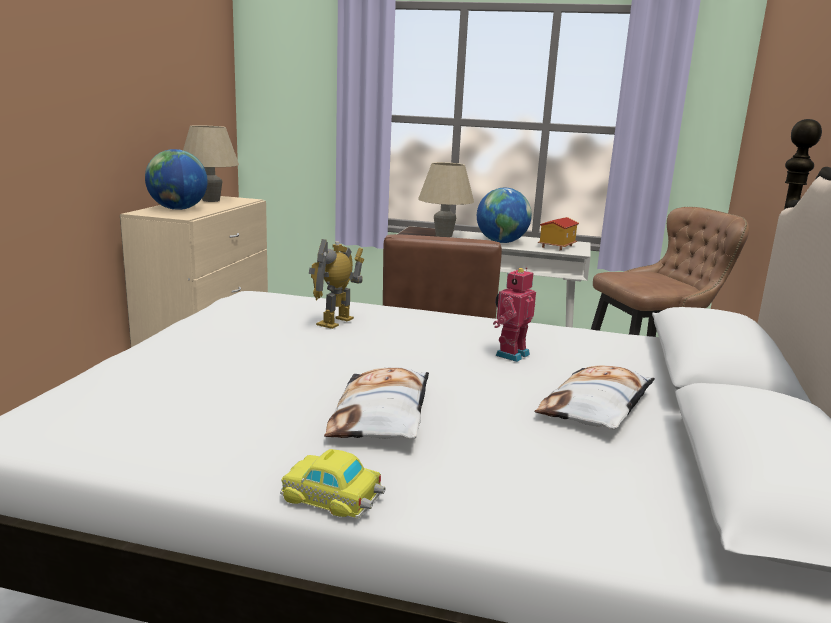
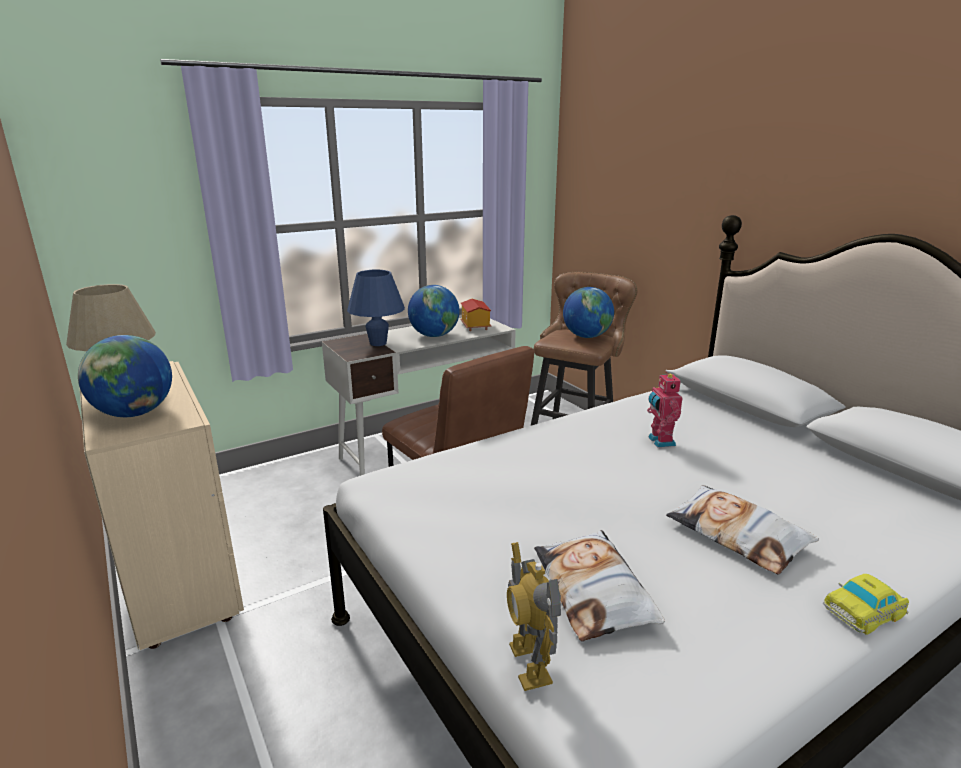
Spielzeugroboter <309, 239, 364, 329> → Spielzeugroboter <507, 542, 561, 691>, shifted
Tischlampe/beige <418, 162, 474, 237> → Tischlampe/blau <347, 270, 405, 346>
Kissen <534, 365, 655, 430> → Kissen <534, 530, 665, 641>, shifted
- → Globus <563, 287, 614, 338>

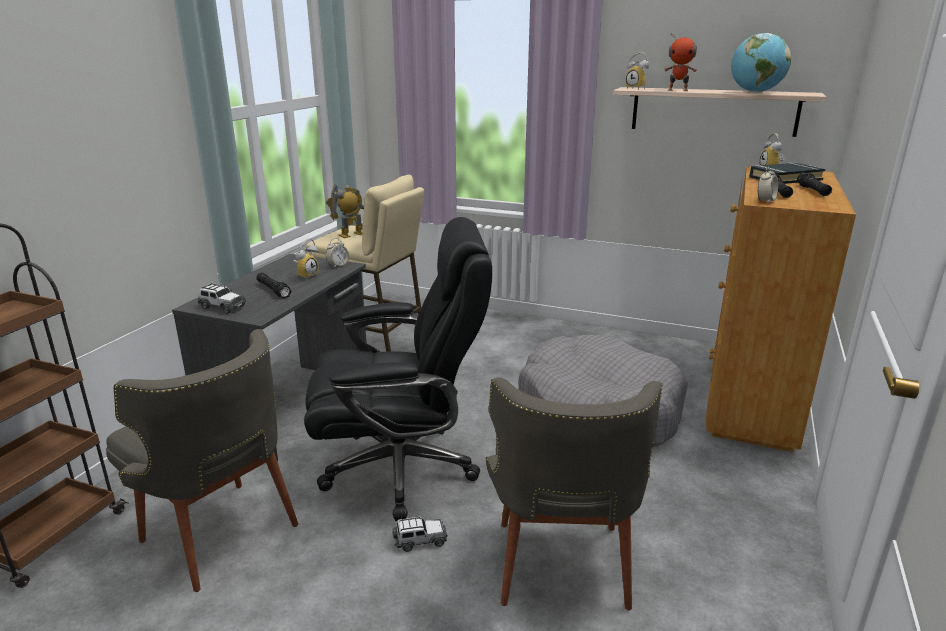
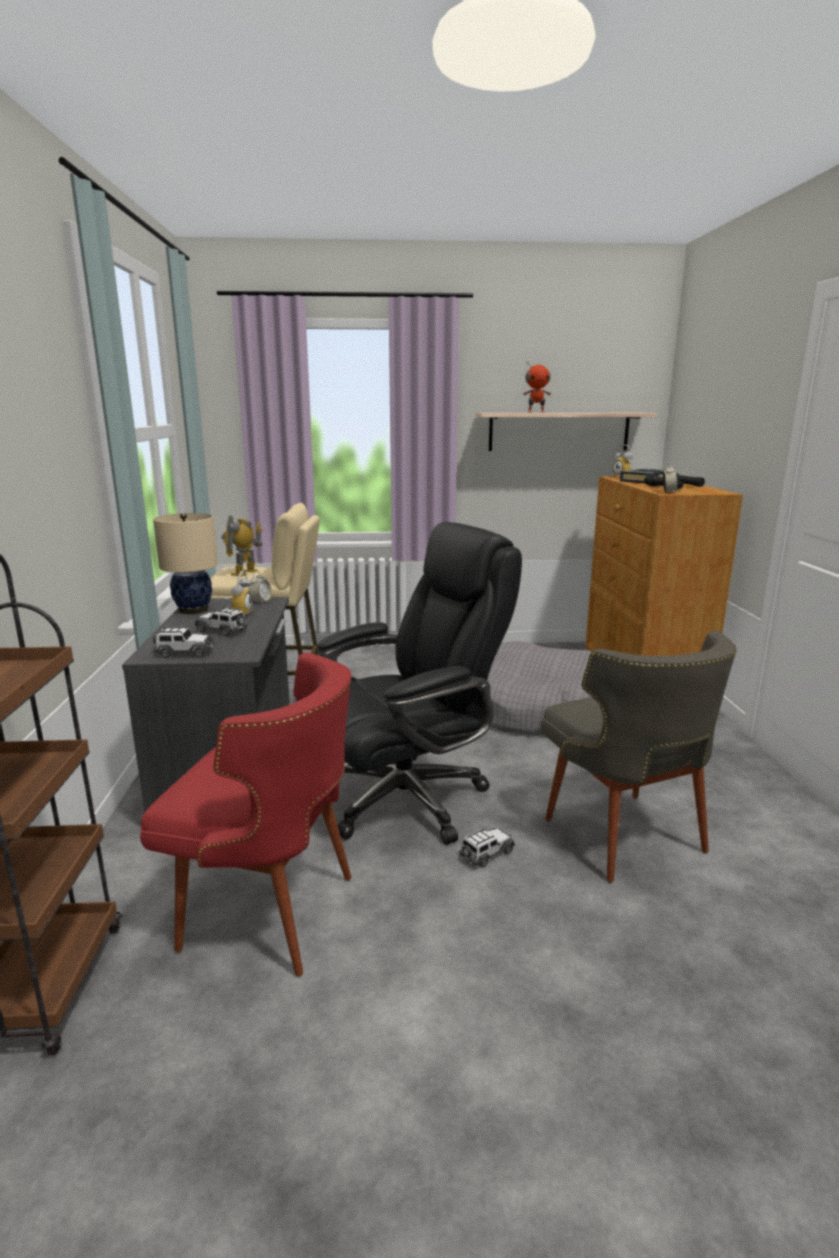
Stuhl/grau <106, 329, 298, 592> → Stuhl/rot <140, 652, 352, 977>
Taschenlampe/schwarz <256, 272, 292, 298> → Spielzeugauto <195, 607, 248, 636>
Wecker <626, 52, 649, 90> → -
Globus <731, 33, 791, 92> → -
- → Tischlampe/beige <153, 513, 218, 614>

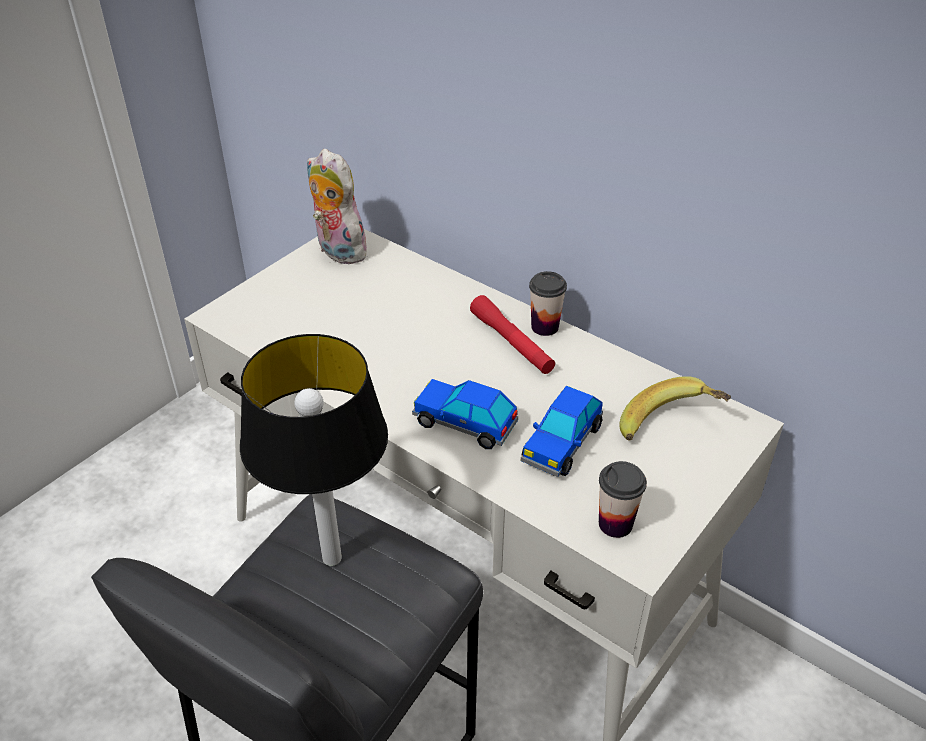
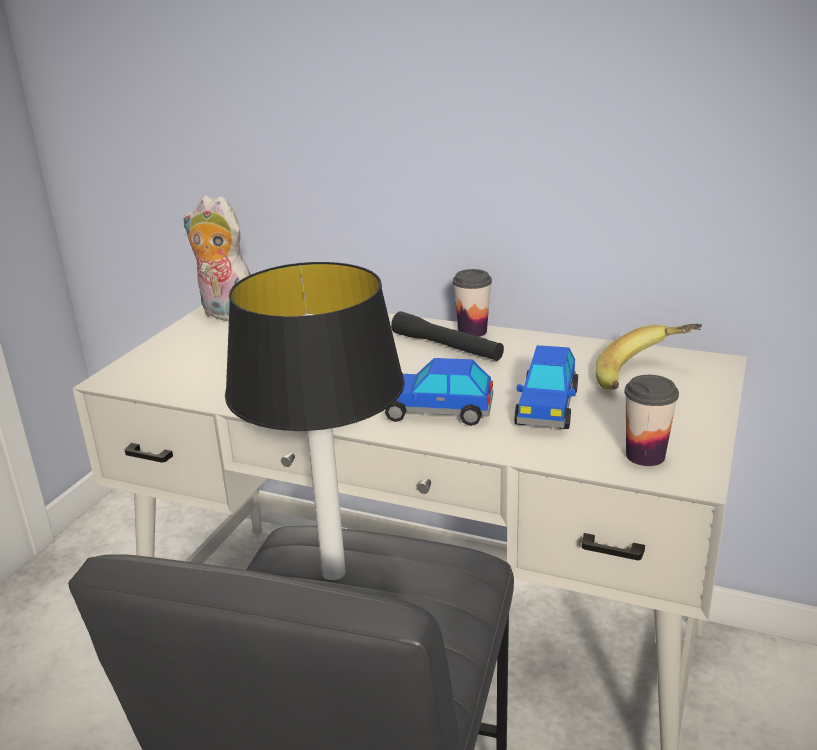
Taschenlampe/rot <470, 295, 555, 374> → Taschenlampe/schwarz <391, 311, 504, 361>

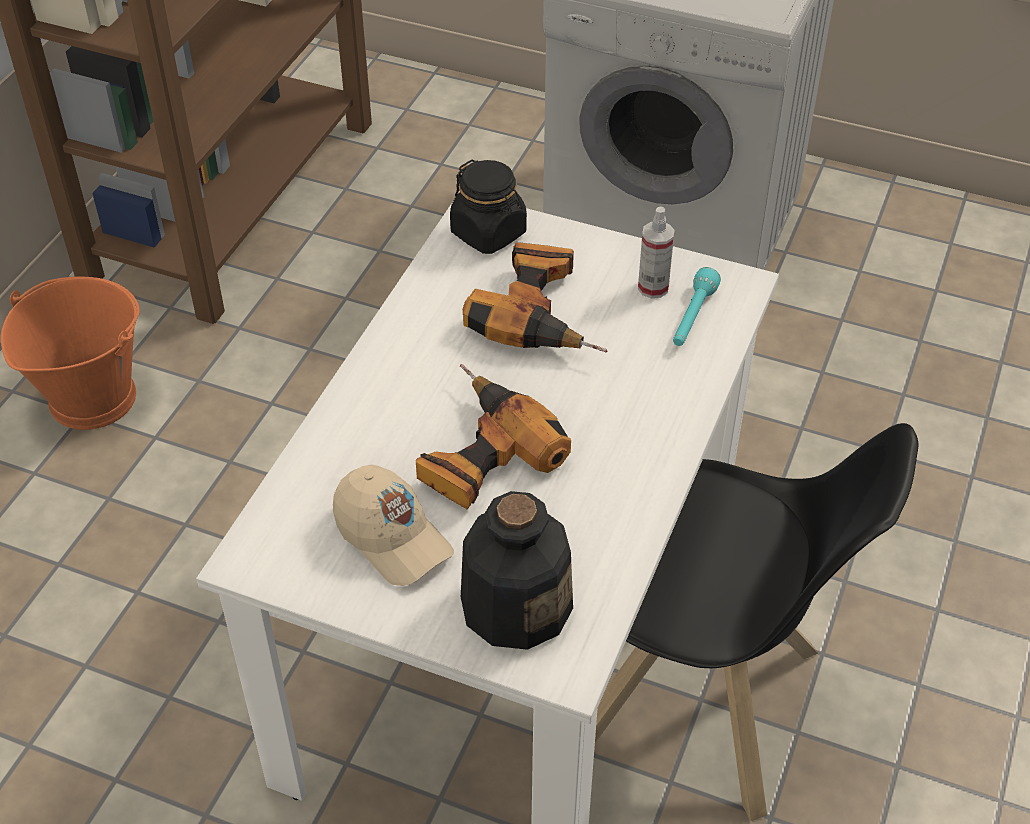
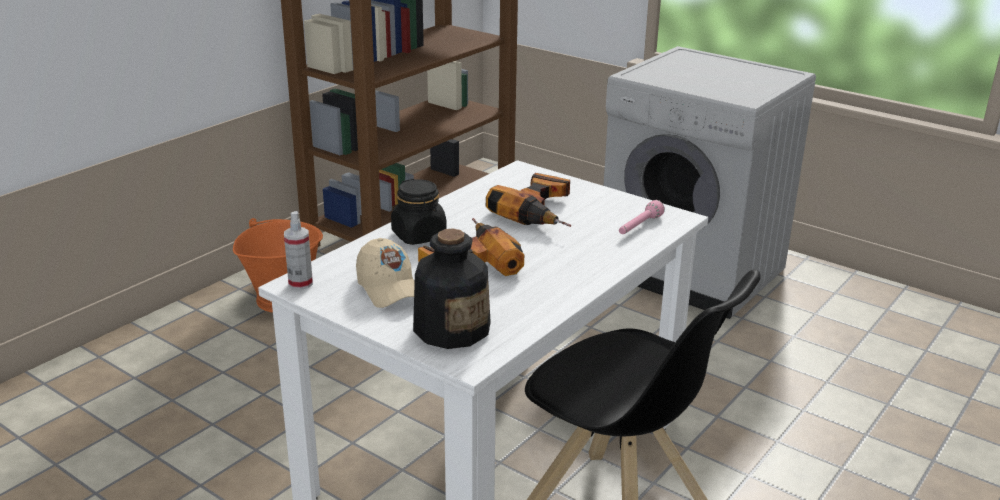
Vorratsglas/schwarz <450, 160, 527, 254> → Vorratsglas/schwarz <391, 179, 447, 245>, shifted
Sprühflasche <638, 206, 675, 298> → Sprühflasche <284, 211, 313, 290>, shifted
Taschenlampe/türkis <673, 267, 721, 346> → Taschenlampe/rosa <619, 200, 665, 234>

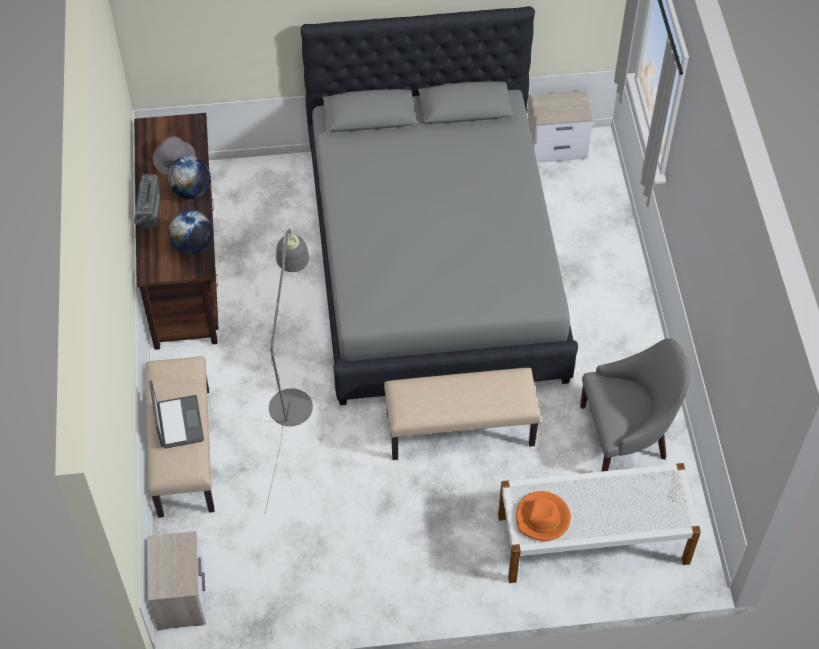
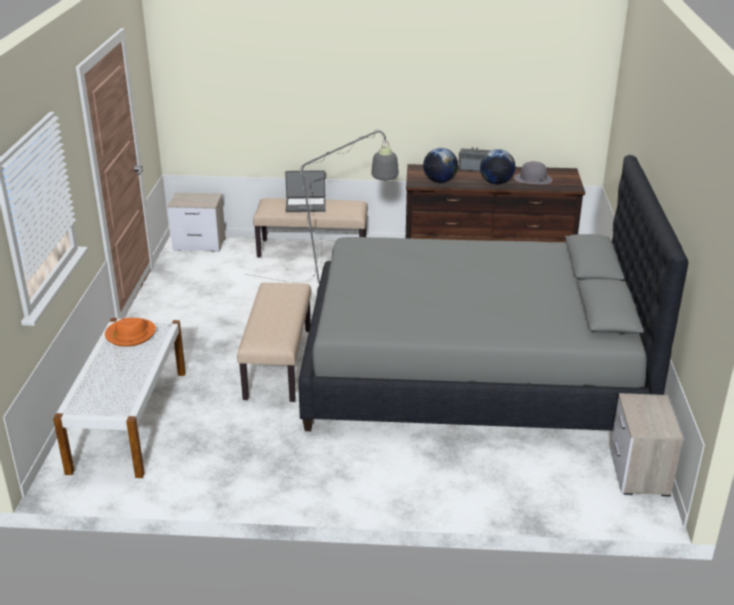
Sessel/grau <580, 339, 690, 472> → -

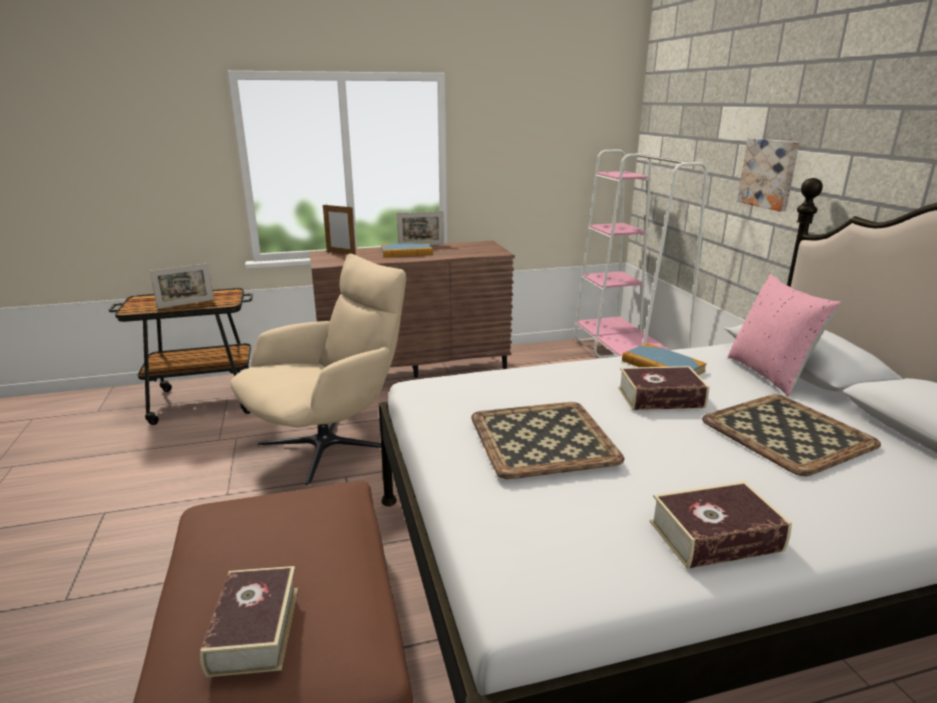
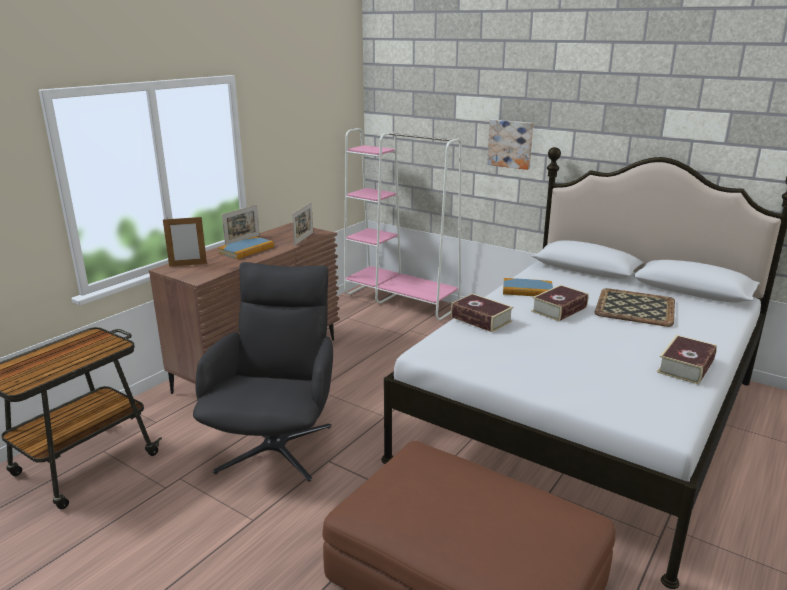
Bilderrahmen <150, 263, 214, 309> → Bilderrahmen <292, 203, 313, 246>, shifted
Buch <200, 566, 298, 677> → Buch <451, 293, 513, 332>, shifted
Sessel/beige <230, 254, 406, 486> → Sessel/schwarz <193, 262, 333, 481>
Tablett <471, 402, 624, 479> → -
Kissen/rosa <728, 274, 841, 396> → -

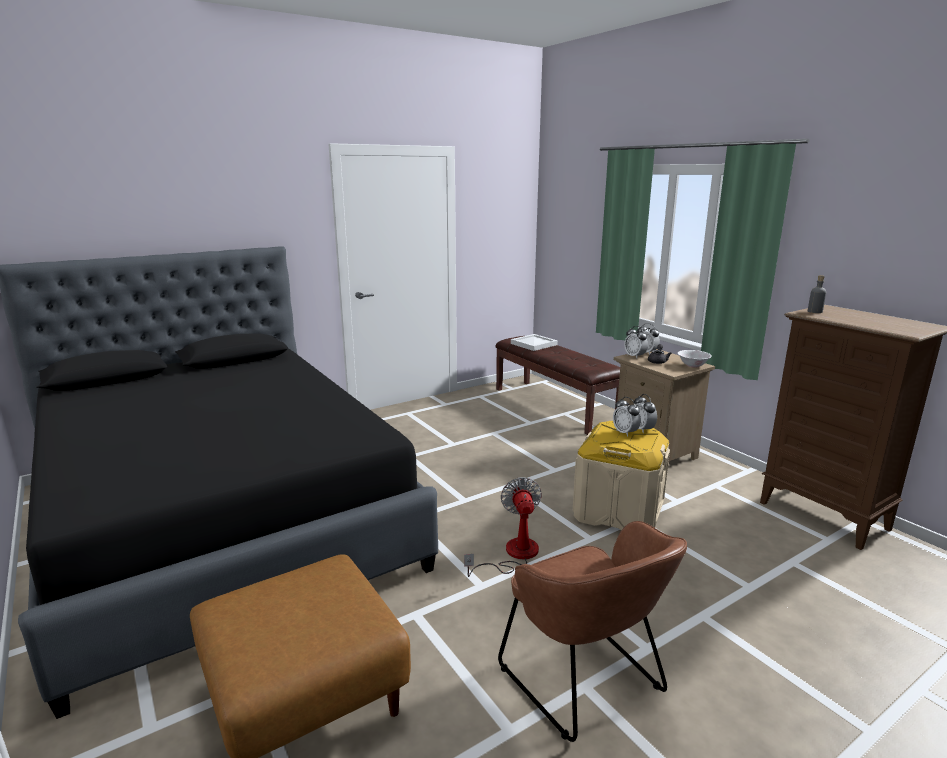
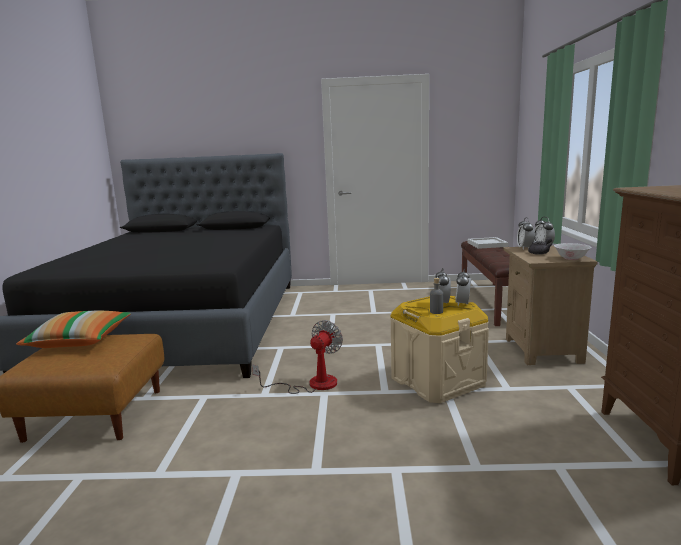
Sessel/braun <498, 521, 687, 742> → -
Flasche/grau <808, 275, 826, 313> → Flasche/grau <430, 278, 443, 314>, shifted
- → Kissen <16, 311, 131, 348>

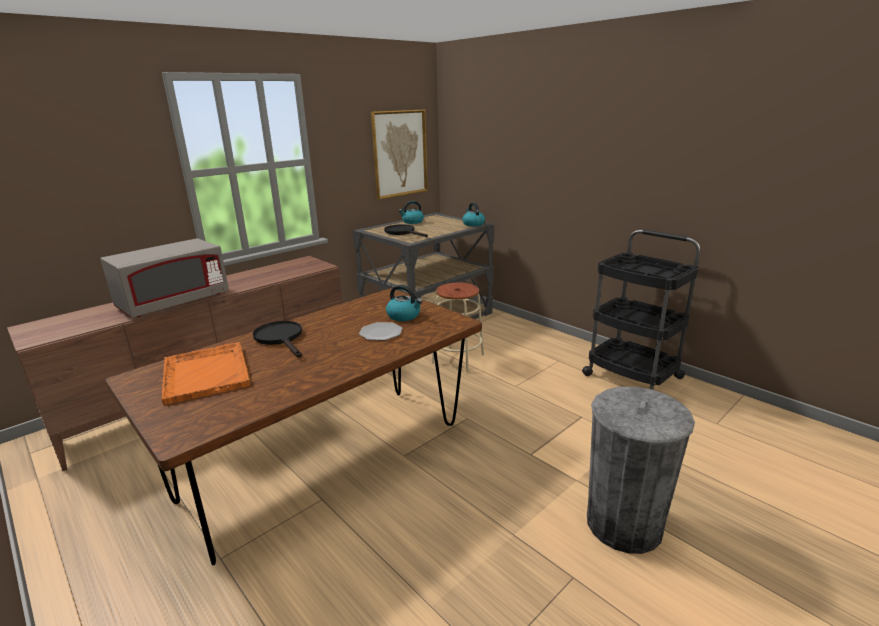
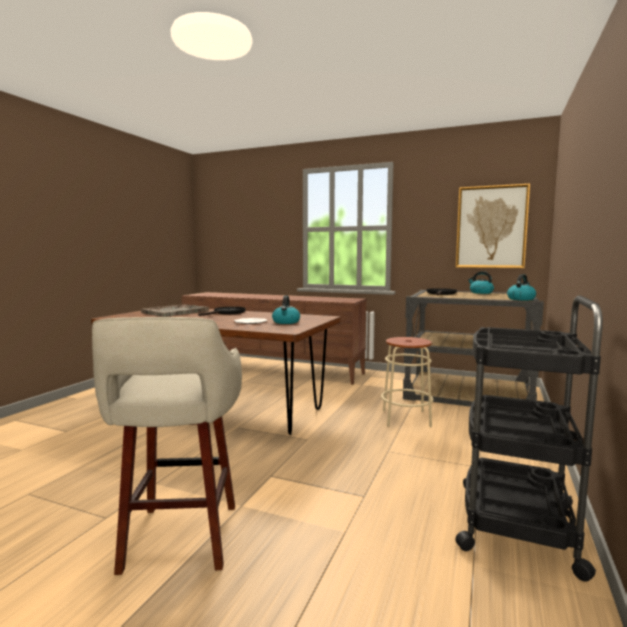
Mikrowelle/grau <100, 238, 229, 318> → -
Tablett/orange <162, 342, 250, 405> → Tablett/grau <141, 304, 209, 317>
Mülleimer/grau <587, 387, 695, 554> → Hocker/beige <92, 317, 242, 575>

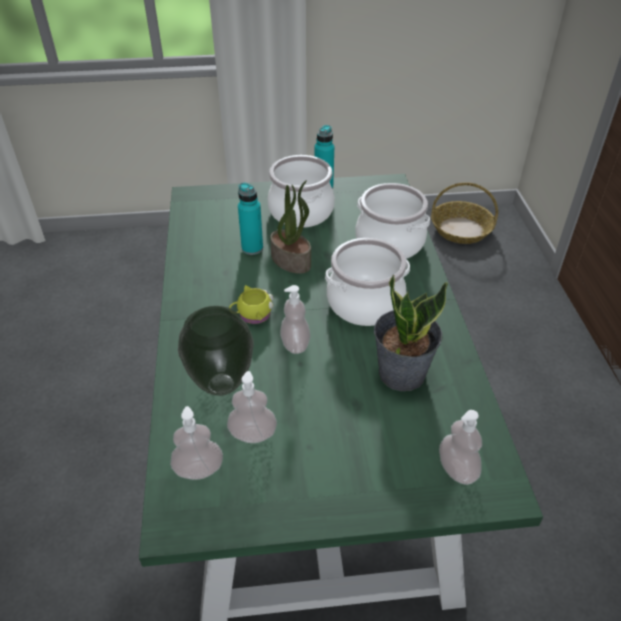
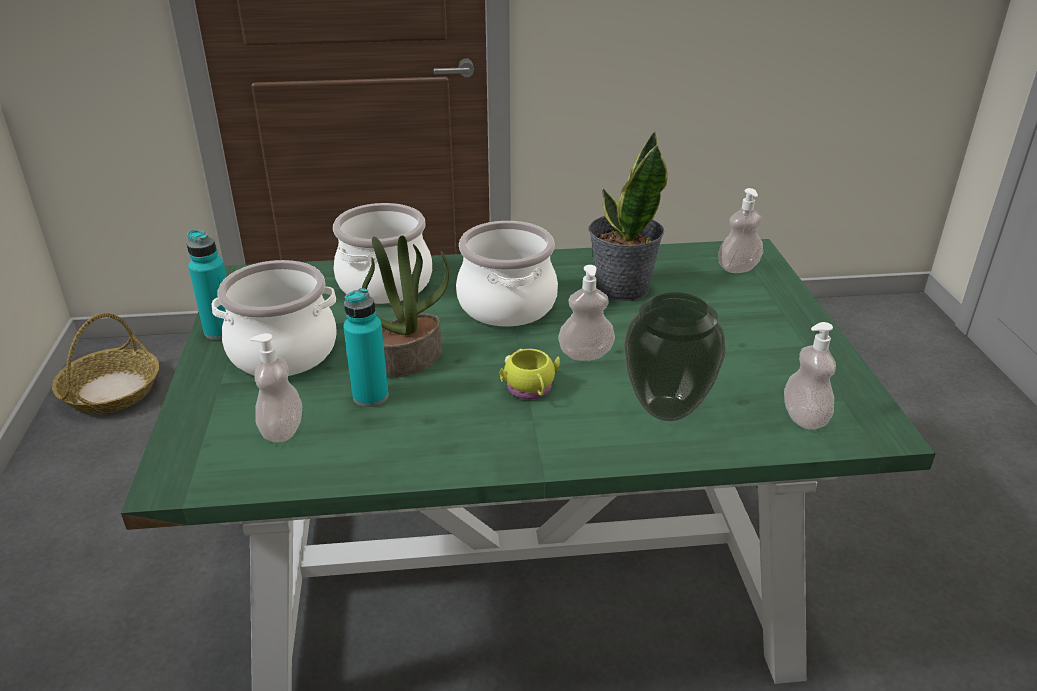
Seifenspender <227, 371, 277, 443> → Seifenspender <250, 333, 302, 443>, shifted

